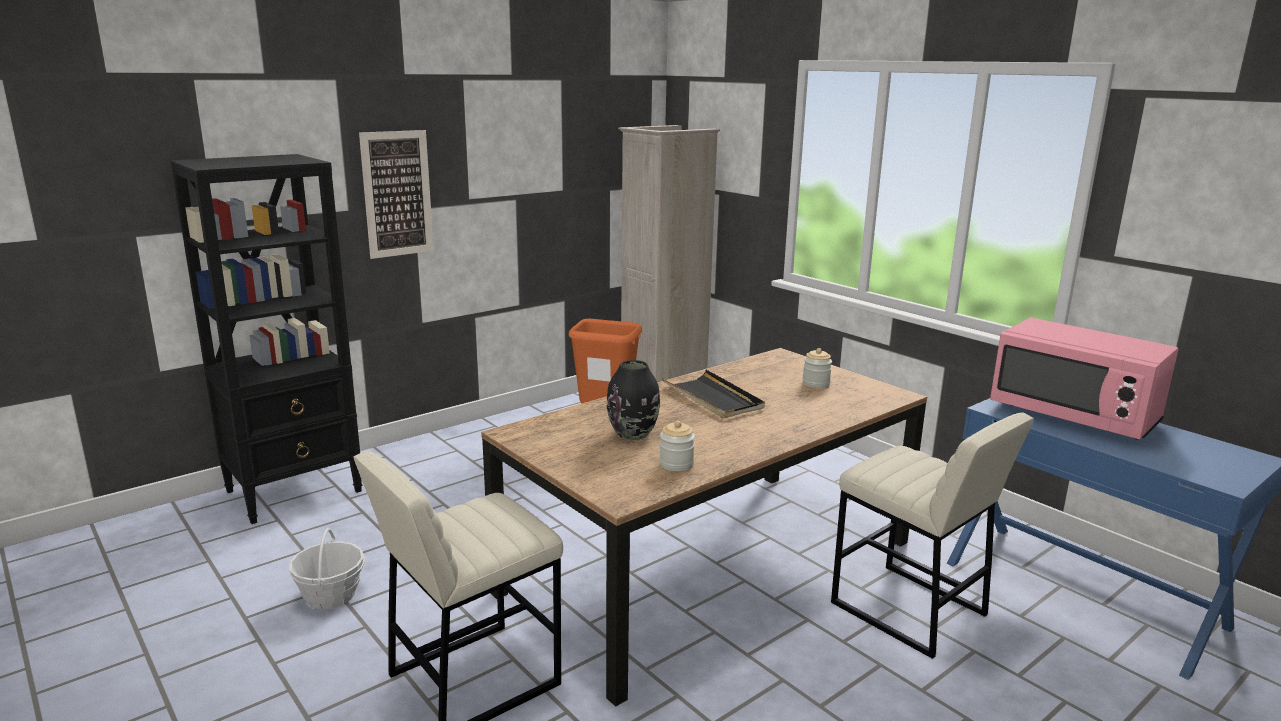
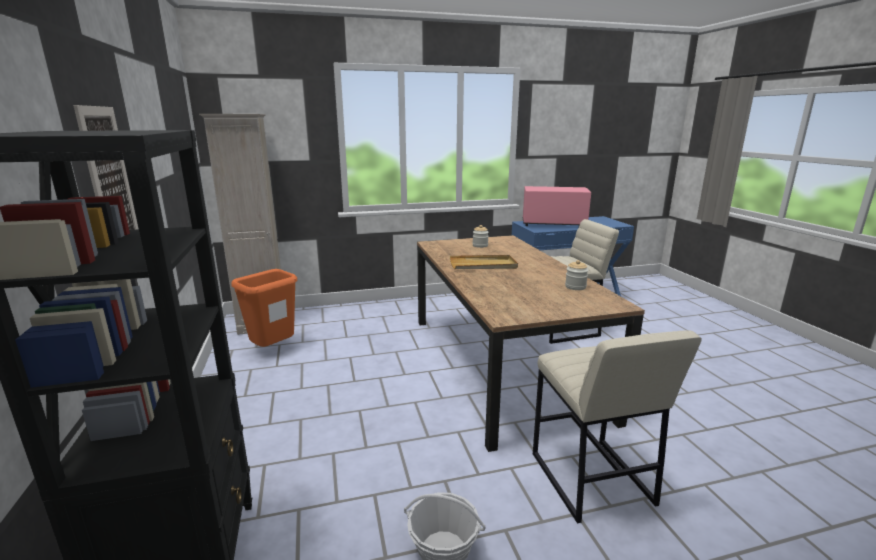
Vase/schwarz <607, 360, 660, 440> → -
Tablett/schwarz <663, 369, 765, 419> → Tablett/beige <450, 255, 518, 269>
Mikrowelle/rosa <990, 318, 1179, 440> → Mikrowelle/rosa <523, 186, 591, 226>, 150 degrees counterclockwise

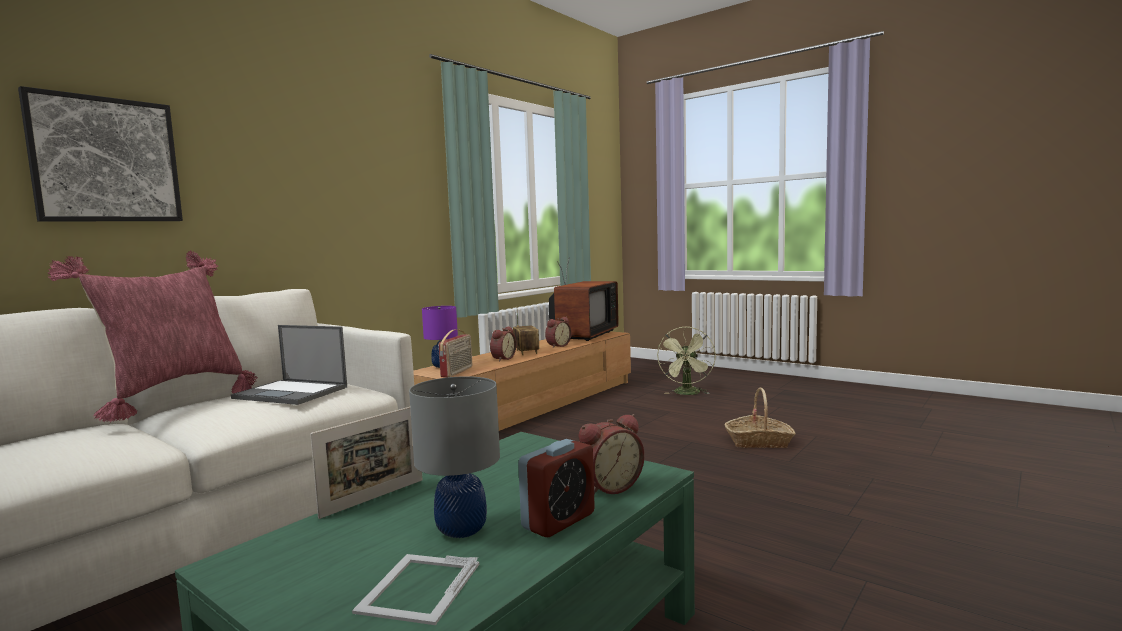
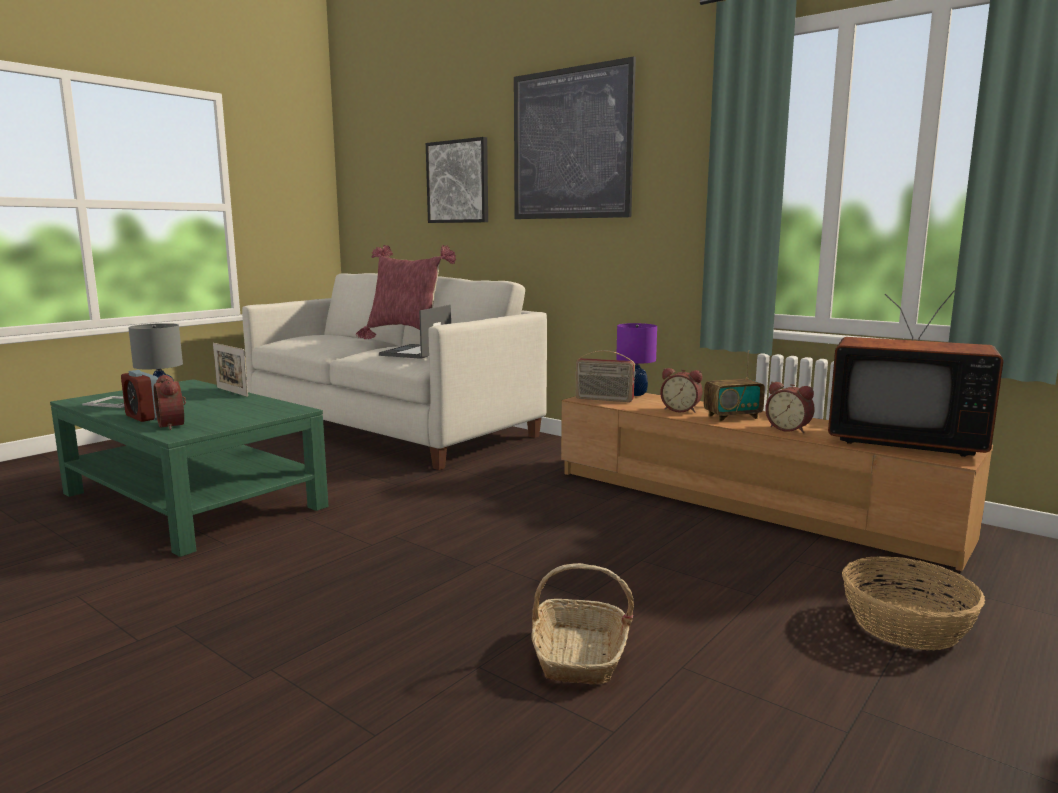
Ventilator/grün <657, 326, 716, 395> → Korb <842, 556, 985, 651>
- → Bild <514, 57, 636, 219>

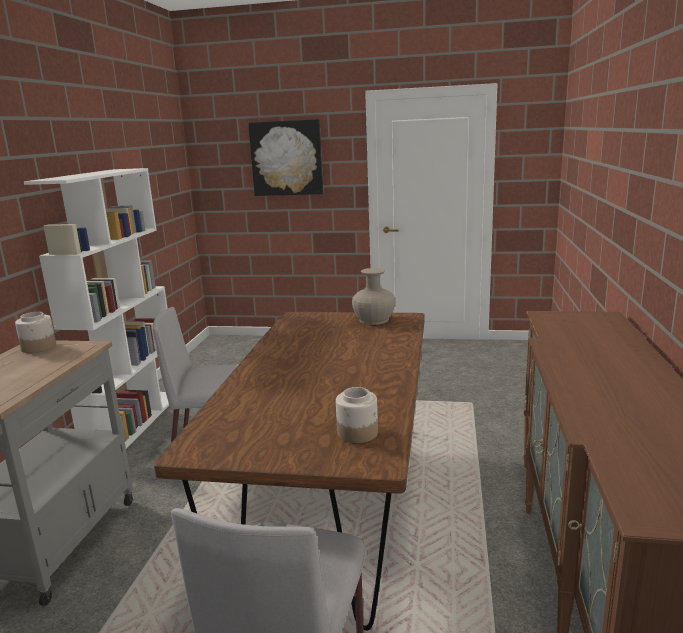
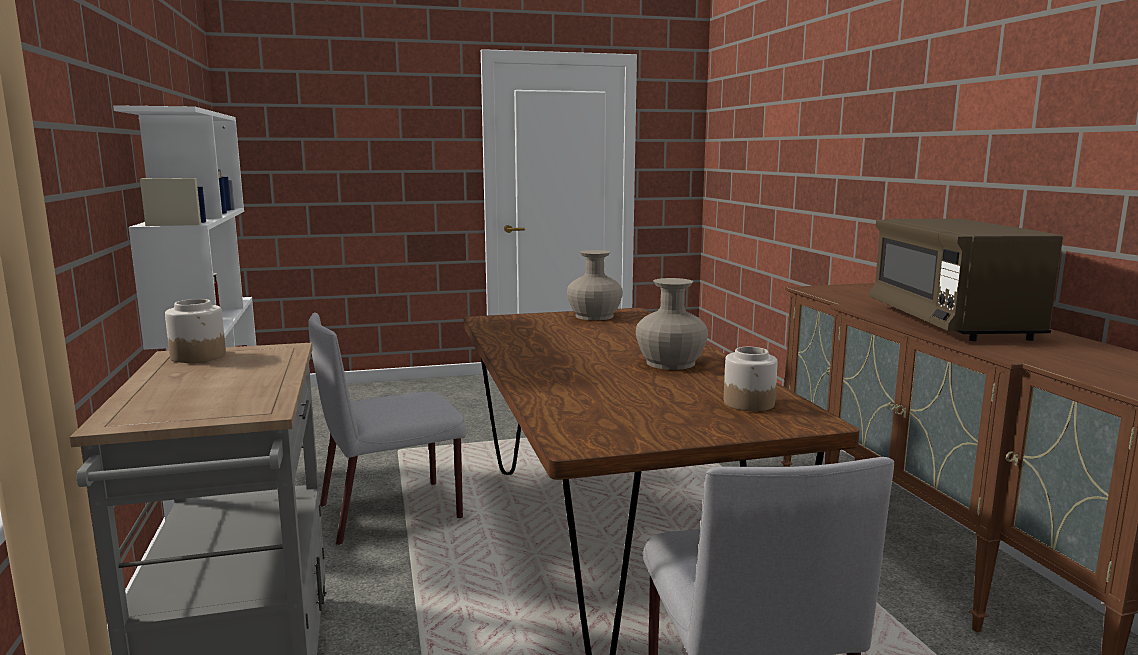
Bild <248, 119, 323, 196> → -
- → Vase/beige <636, 278, 708, 370>
- → Mikrowelle/braun <870, 219, 1063, 341>

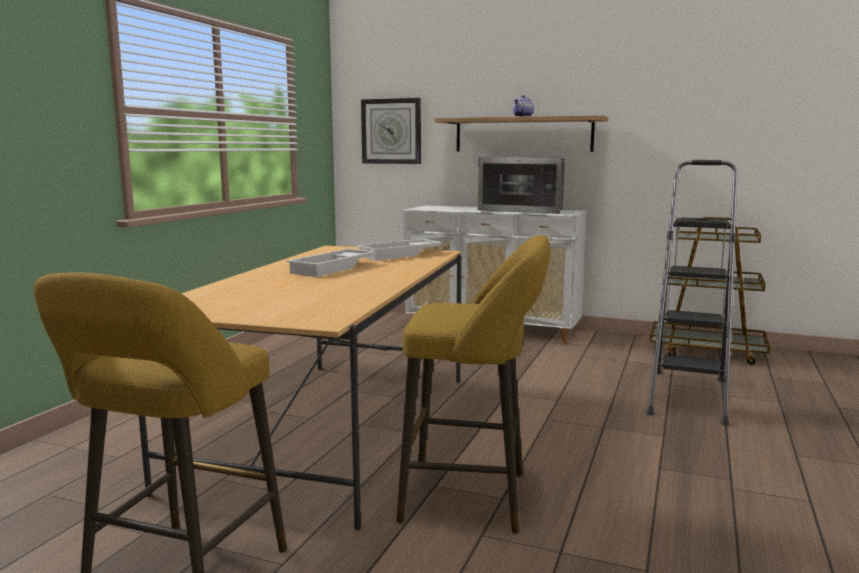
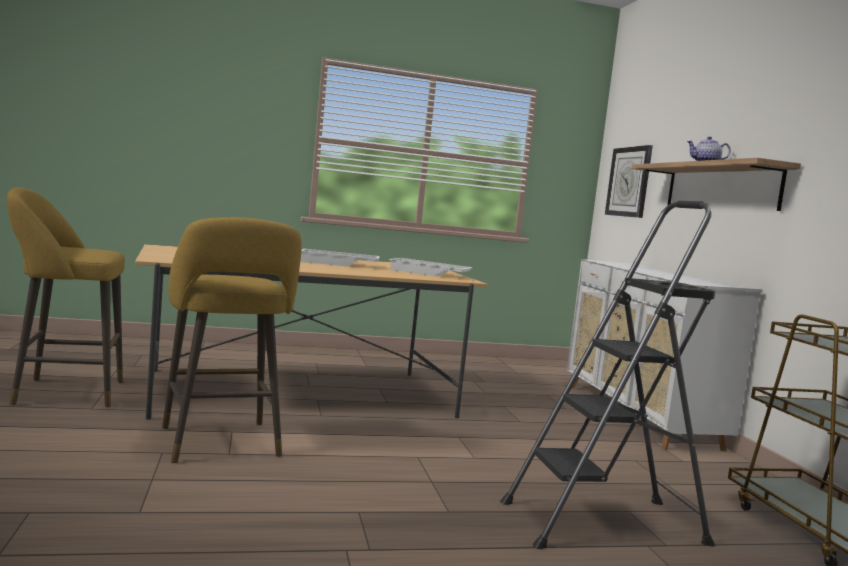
Mikrowelle <478, 157, 565, 214> → -

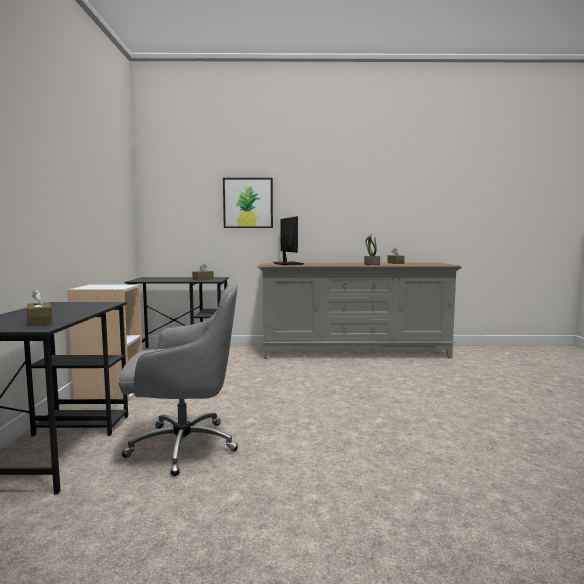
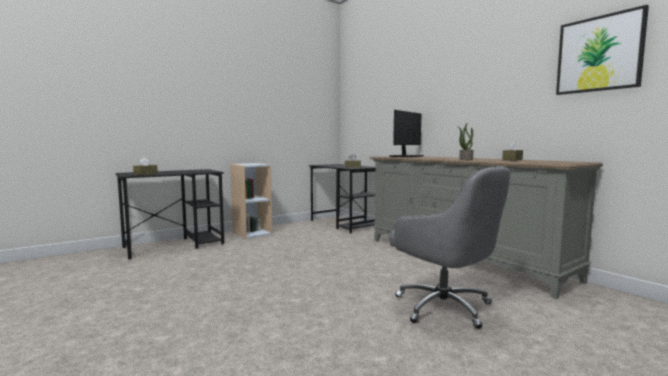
Bürostuhl/grau <118, 282, 238, 476> → Bürostuhl/grau <389, 166, 511, 329>, shifted
Bild <223, 178, 273, 228> → Bild <556, 5, 649, 95>, shifted

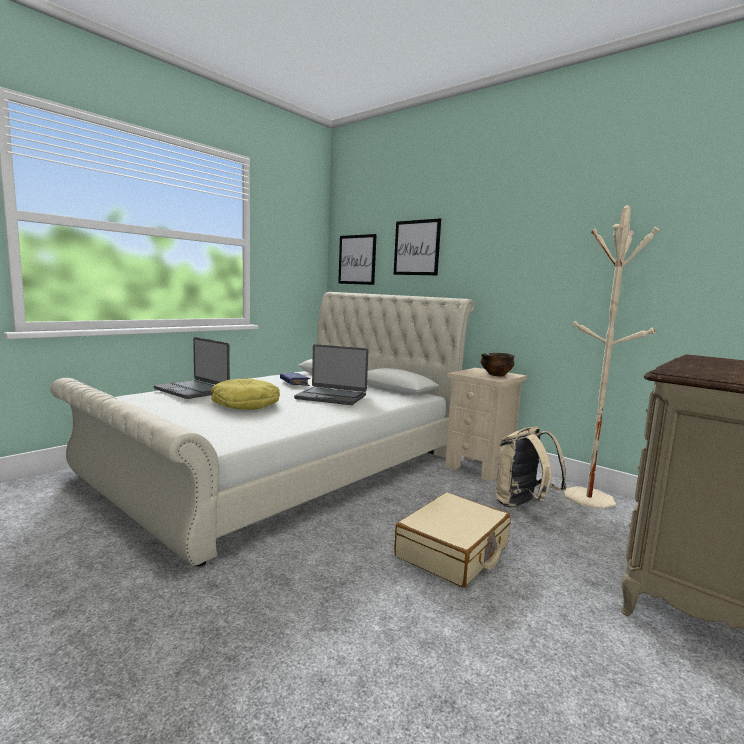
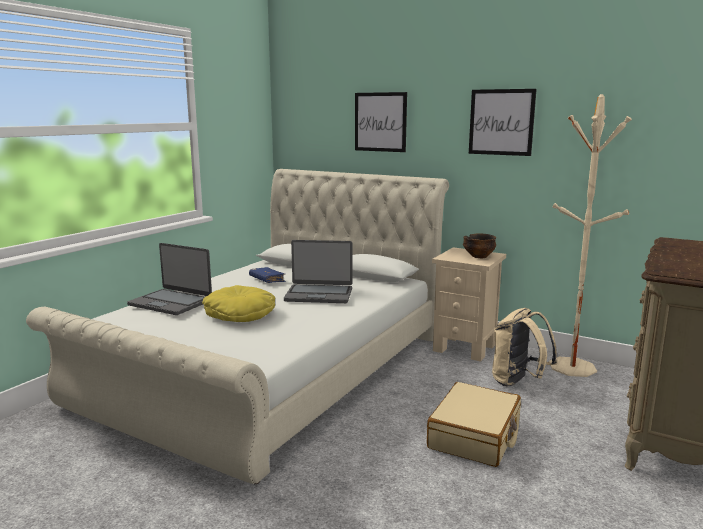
Bild <338, 234, 377, 285> → Bild <469, 89, 537, 156>, shifted

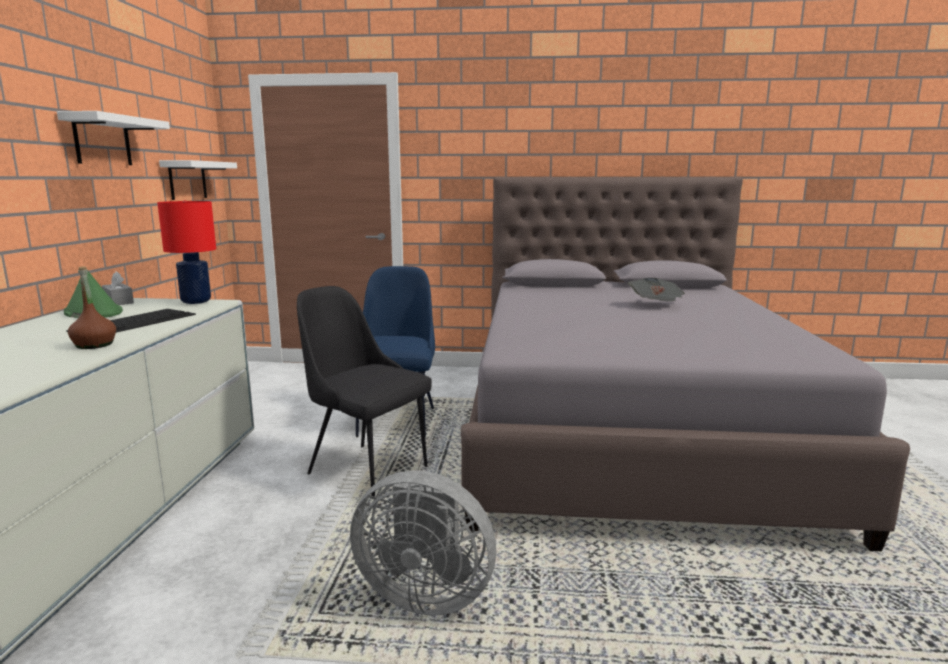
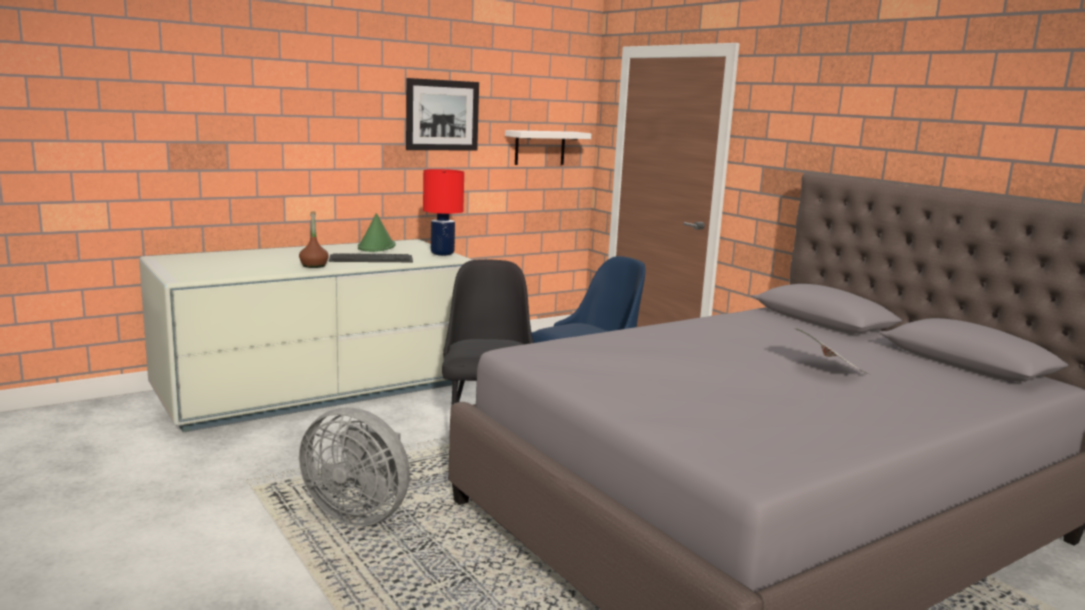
Wandregal/weiß <57, 111, 170, 165> → Bild <406, 78, 479, 151>
Taschentuchbox/grau <102, 271, 134, 305> → -
Ventilator/grau <350, 470, 496, 616> → Ventilator/grau <299, 407, 410, 526>, 45 degrees counterclockwise

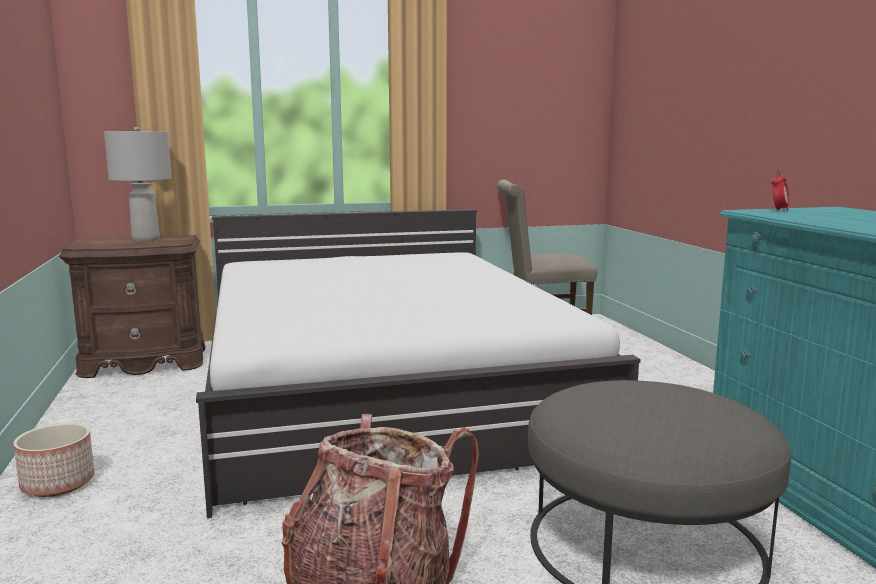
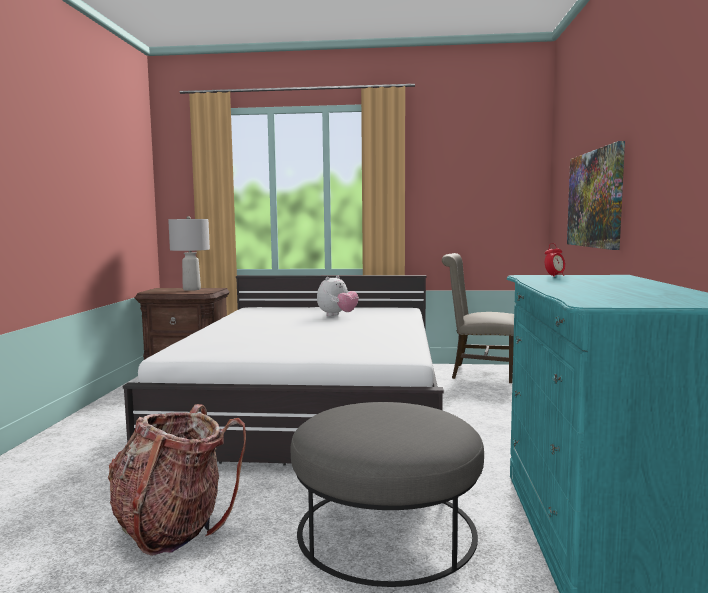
Pflanzkübel <13, 423, 95, 497> → -
- → Plüschtier <317, 275, 359, 316>
- → Bild <567, 141, 625, 250>

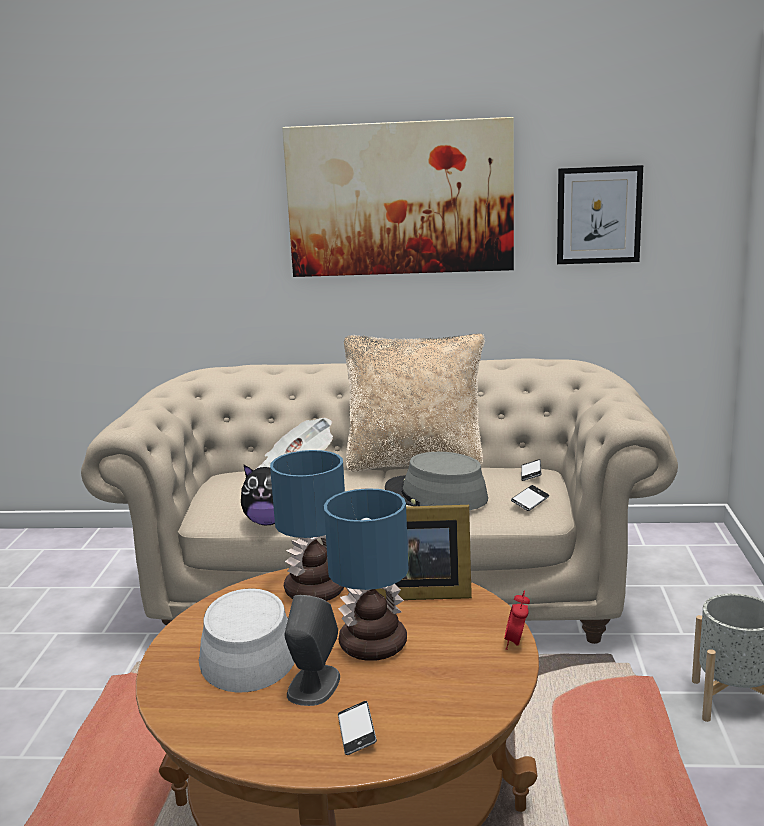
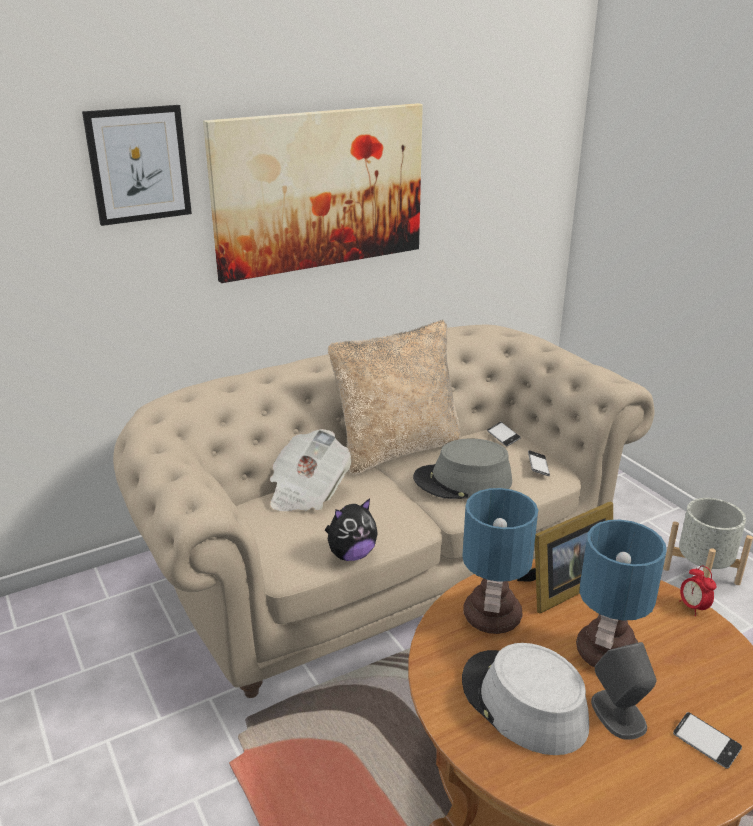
Bild <557, 165, 643, 264> → Bild <82, 105, 192, 226>, shifted

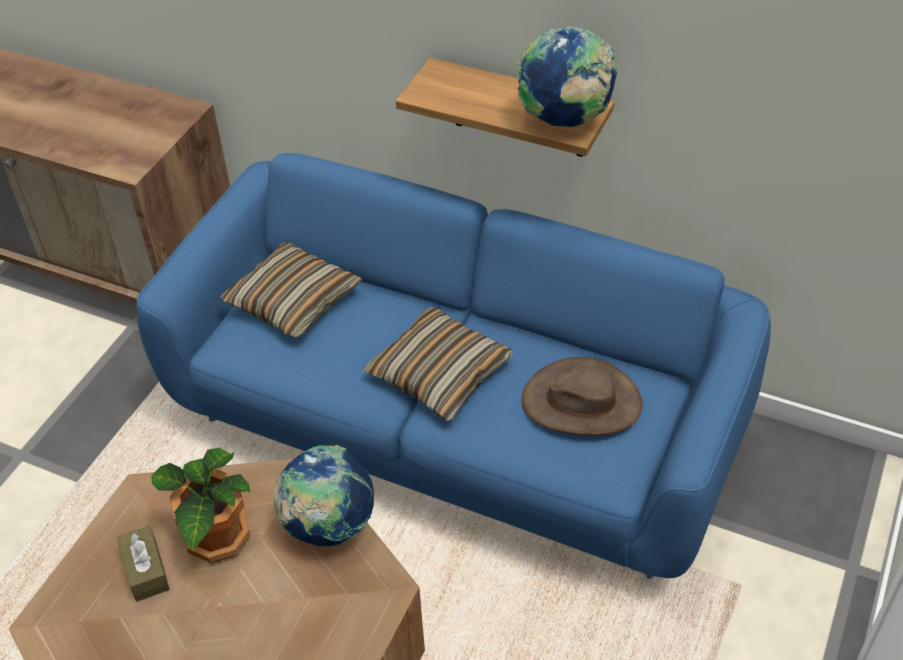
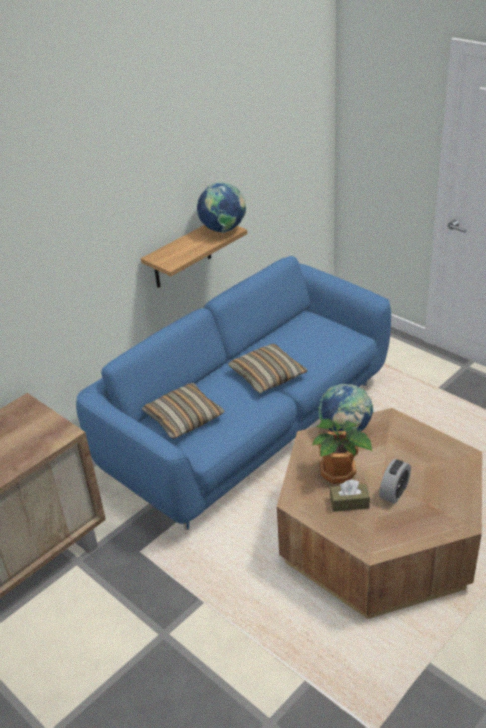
Hut/braun <522, 357, 643, 435> → -
- → Wecker <379, 459, 411, 504>

